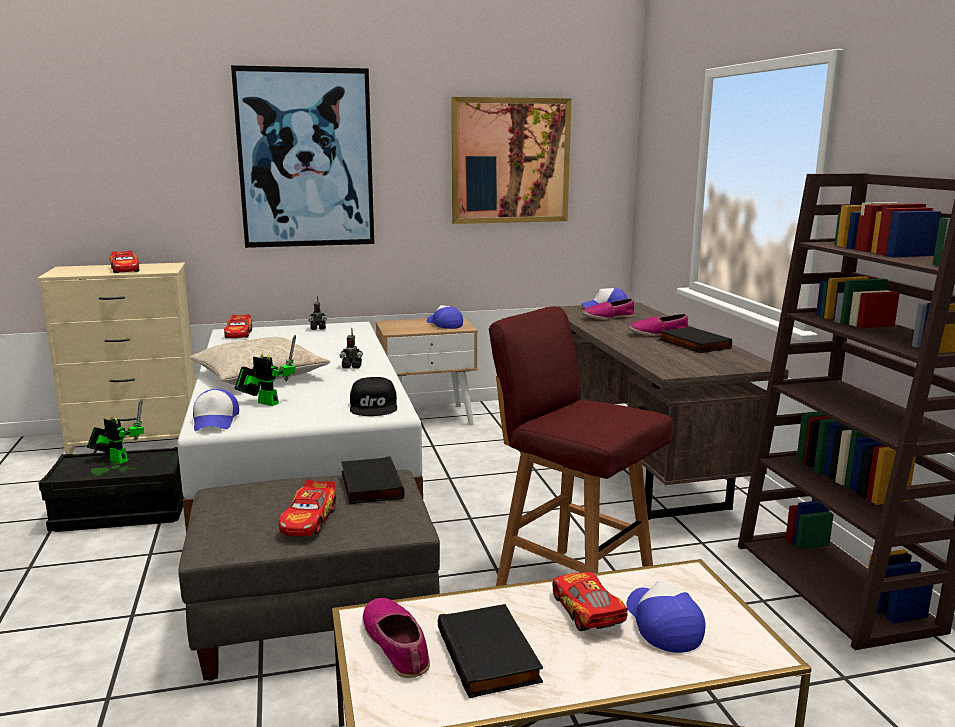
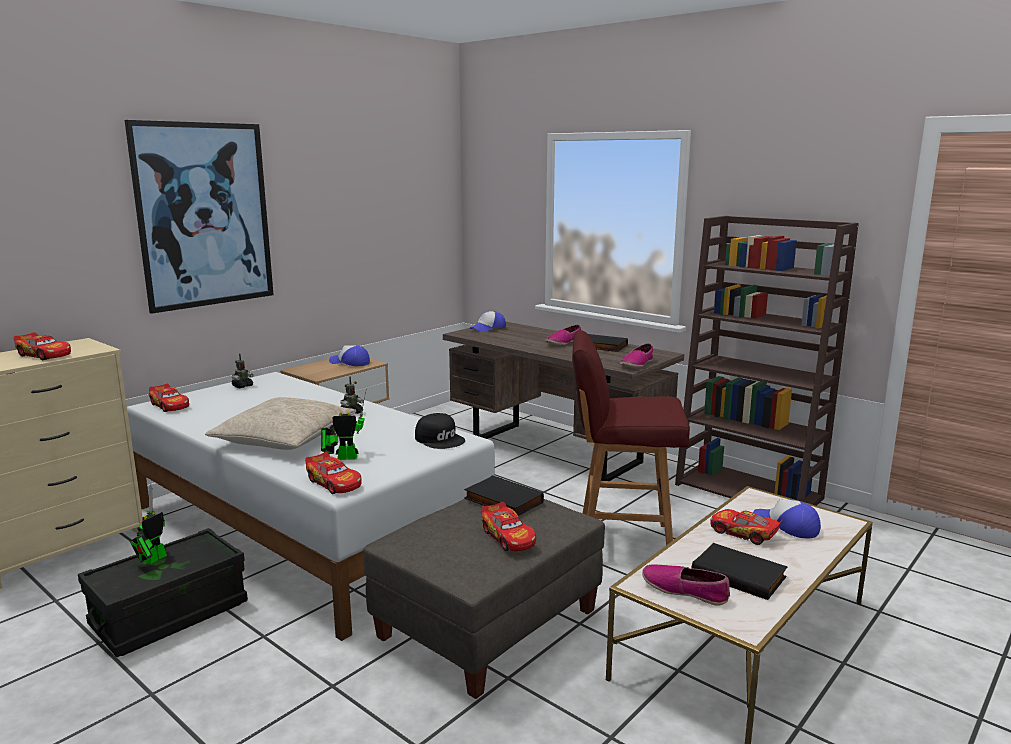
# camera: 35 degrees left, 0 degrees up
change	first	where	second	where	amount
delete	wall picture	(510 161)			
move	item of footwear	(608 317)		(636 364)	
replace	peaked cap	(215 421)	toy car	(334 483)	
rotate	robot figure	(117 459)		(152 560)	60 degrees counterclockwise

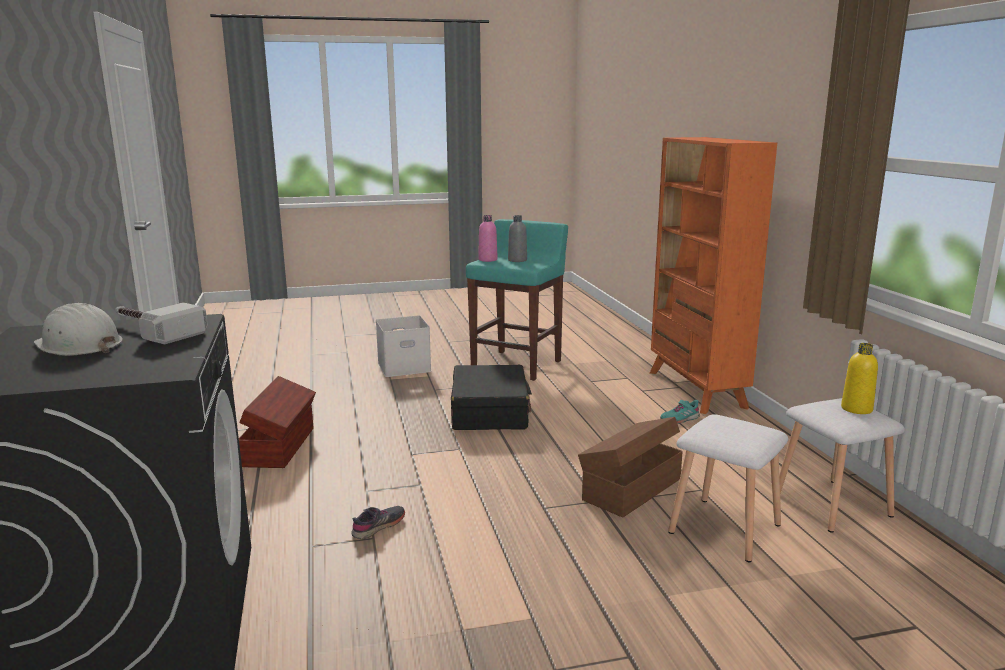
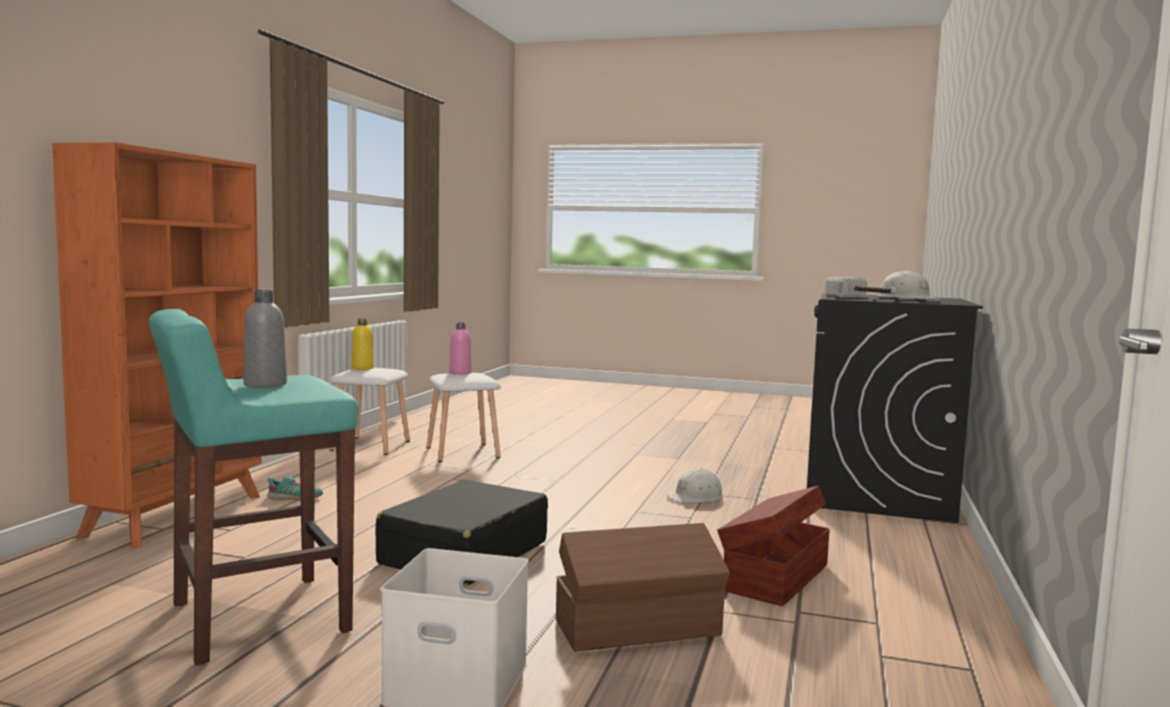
# camera: 150 degrees left, 10 degrees down
change	first	where	second	where	amount
move	bottle/pink-coloured	(488 260)		(460 373)	
move	storage bin/brownish	(630 489)		(640 629)	
replace	item of footwear/grey	(379 527)	safety helmet/whitish	(696 497)	

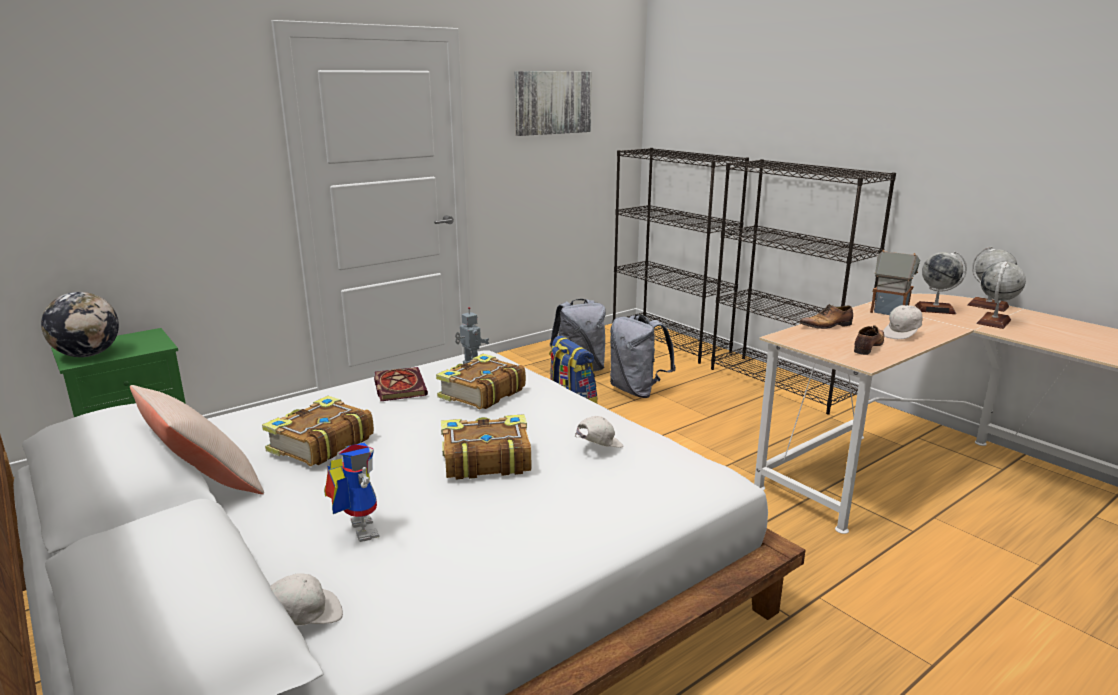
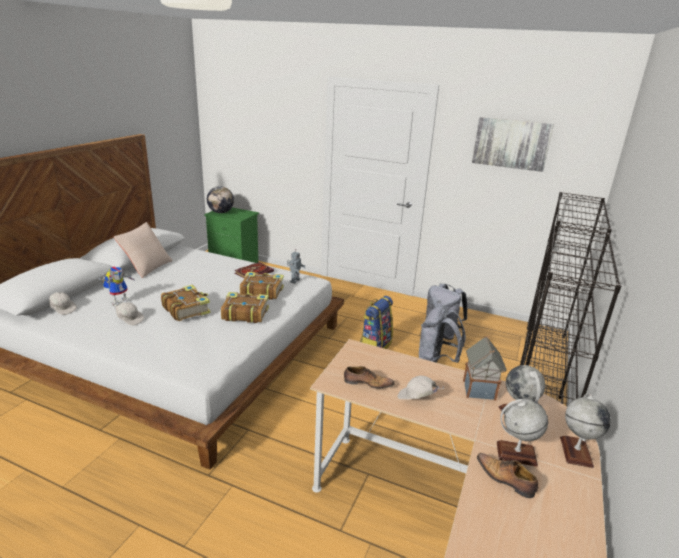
# camera: 60 degrees right, 5 degrees up
change	first	where	second	where	amount
move	item of footwear	(827 326)		(505 479)	
move	book	(319 444)		(244 313)	
move	peaked cap/whitish	(597 448)		(129 319)	

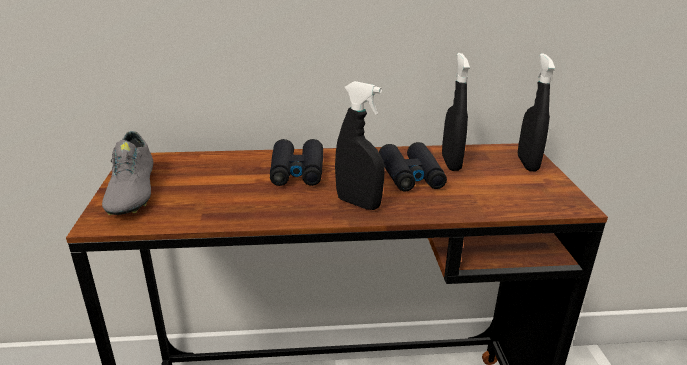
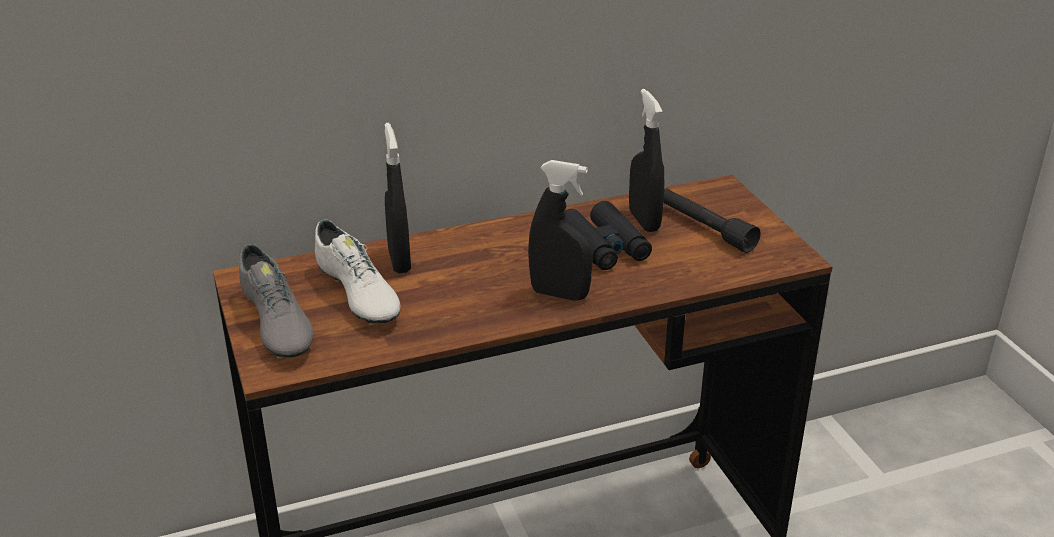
# camera: 15 degrees left, 5 degrees up
change	first	where	second	where	amount
move	hand sprayer/black	(527 163)		(399 260)	
delete	pair of binoculars/black	(297 172)			
insert			torch/black	(705 228)	
insert			item of footwear/whitish	(357 295)	

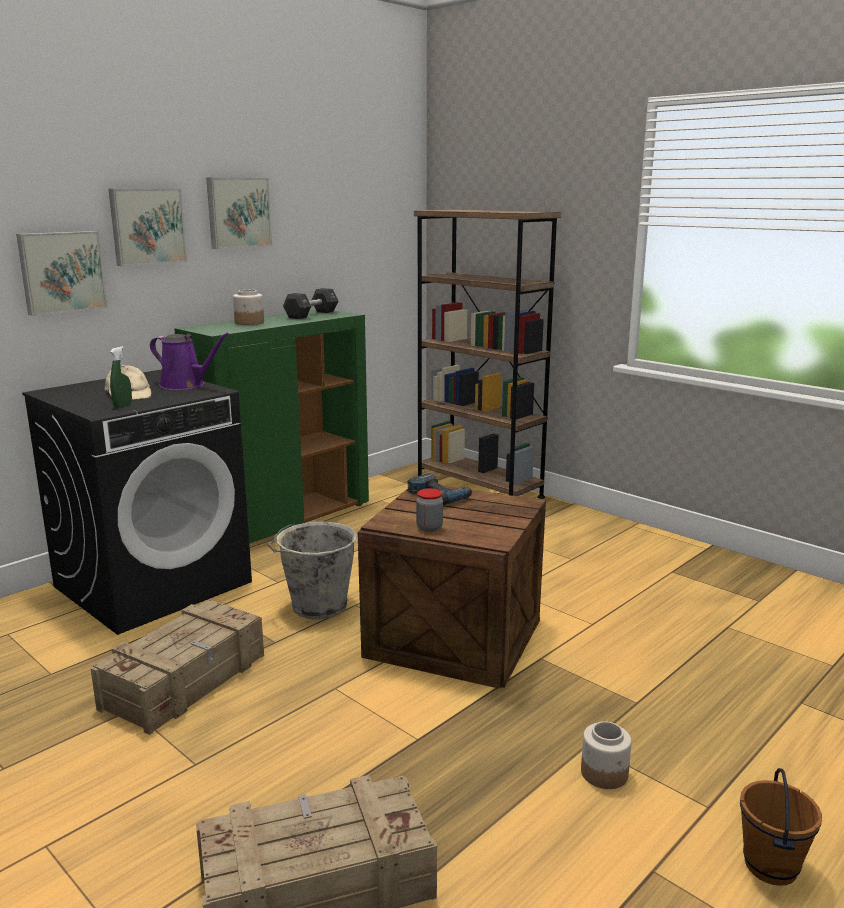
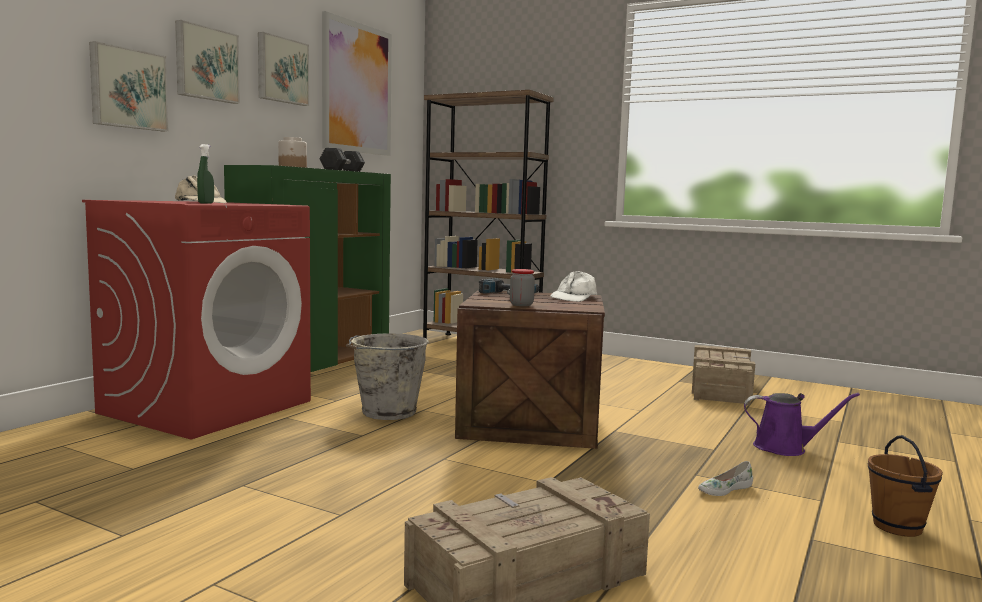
# camera: 15 degrees left, 10 degrees down
change	first	where	second	where	amount
move	sprinkling can/purple	(186 385)		(785 448)	
recolor	laundry appliance/black	(154 584)	laundry appliance/reddish	(207 406)	
move	crate	(186 681)		(721 388)	
replace	preserve jar	(605 773)	item of footwear/whitish	(724 489)	
insert			wall picture	(357 88)	
insert			peaked cap/whitish	(574 297)	

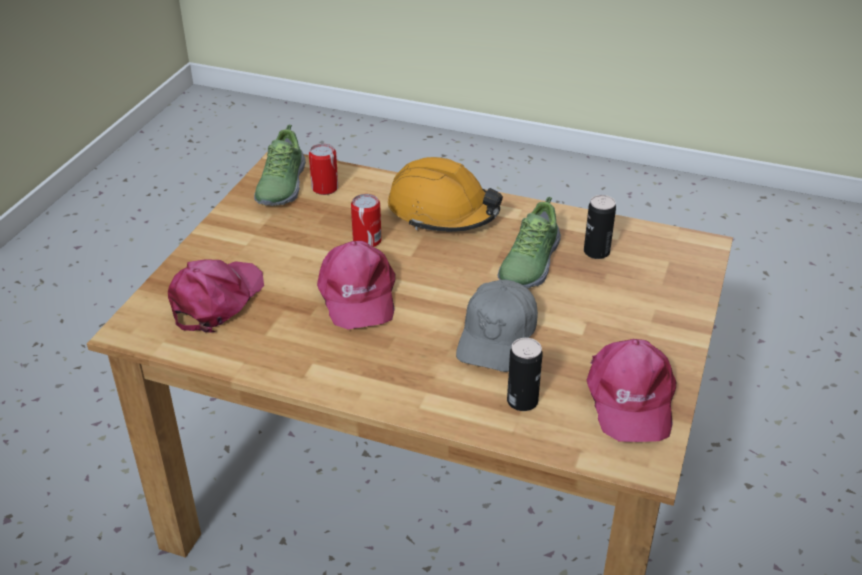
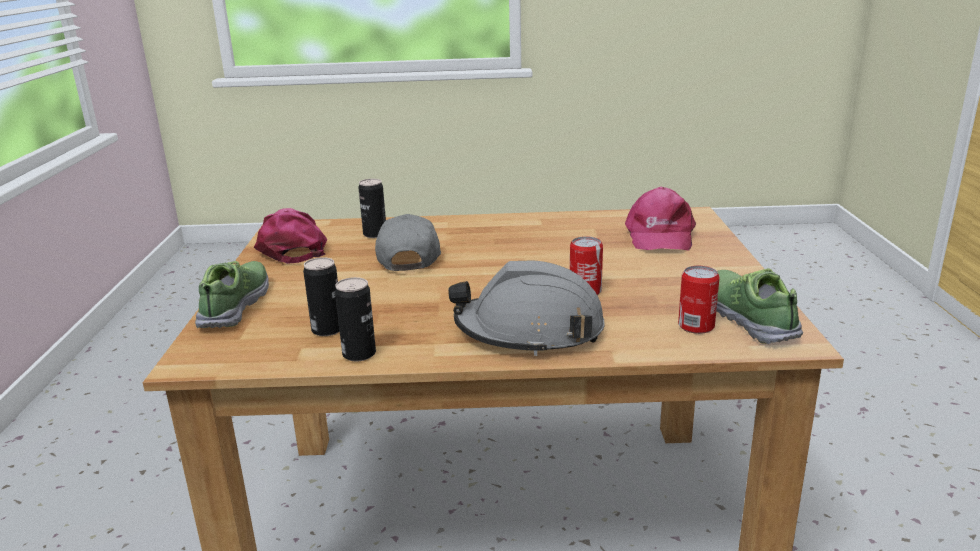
# camera: 160 degrees right, 15 degrees down
change	first	where	second	where	amount
recolor	safety helmet/orange	(443 212)	safety helmet/grey	(529 332)	
move	item of footwear	(528 263)		(236 305)	
delete	peaked cap/pink-coloured	(357 294)			
insert			can	(359 354)	

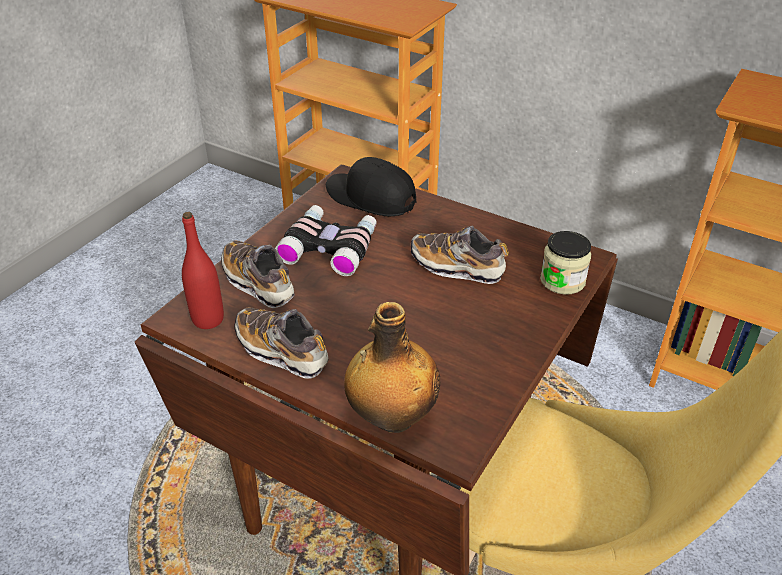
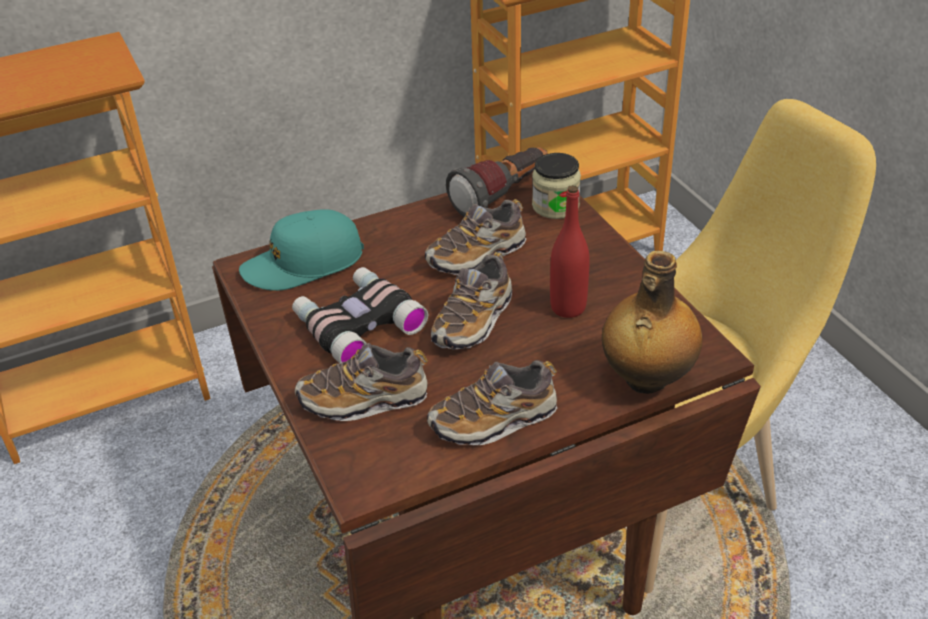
# camera: 55 degrees left, 0 degrees up
change	first	where	second	where	amount
recolor	peaked cap/black	(370 197)	peaked cap/turquoise	(303 263)	
move	bottle/reddish	(208 319)		(568 307)	
insert			torch	(502 197)	
insert			item of footwear	(473 321)	

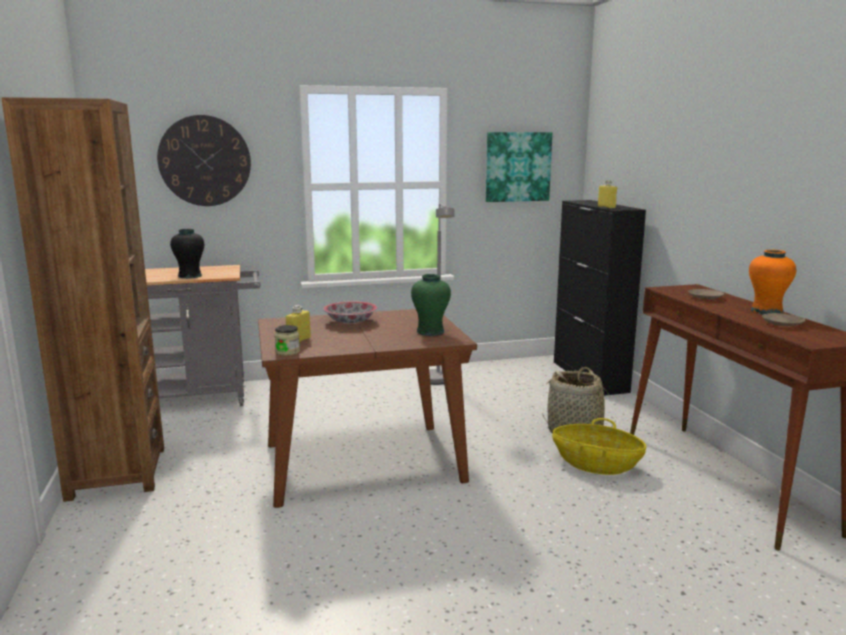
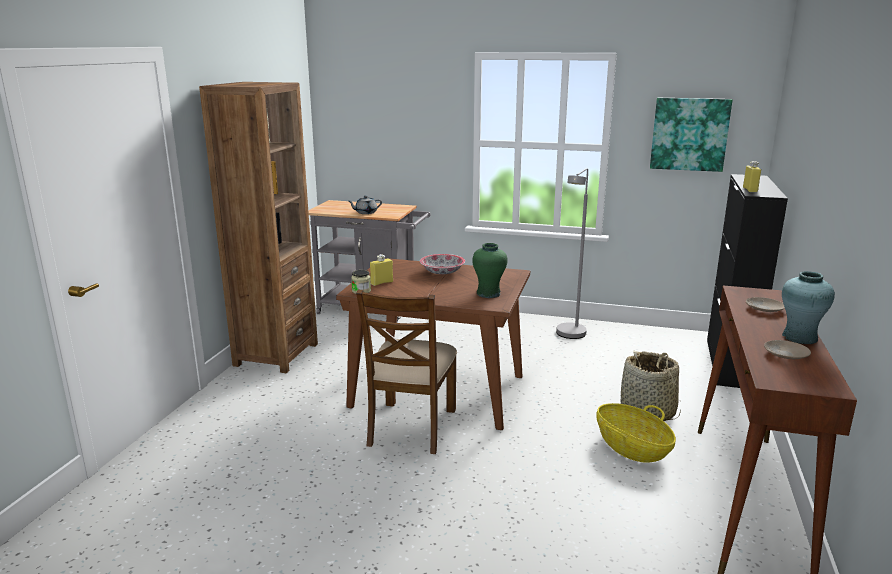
# camera: 30 degrees right, 5 degrees up
change	first	where	second	where	amount
delete	hanging clock	(205 161)			
replace	flower vase/black	(190 276)	pot for tea/grey	(365 212)	
recolor	flower vase/orange	(767 312)	flower vase/turquoise	(799 338)	
insert			plain chair/brownish	(411 427)	

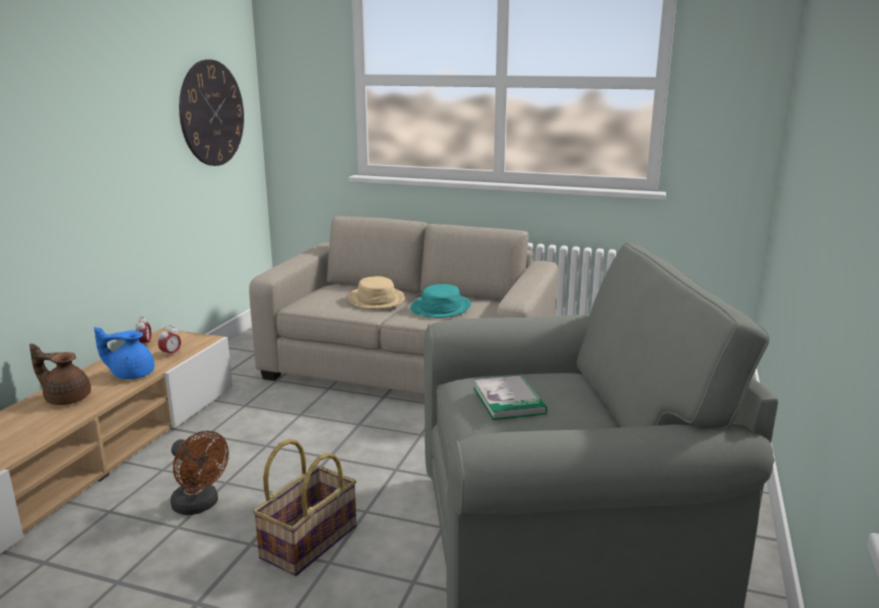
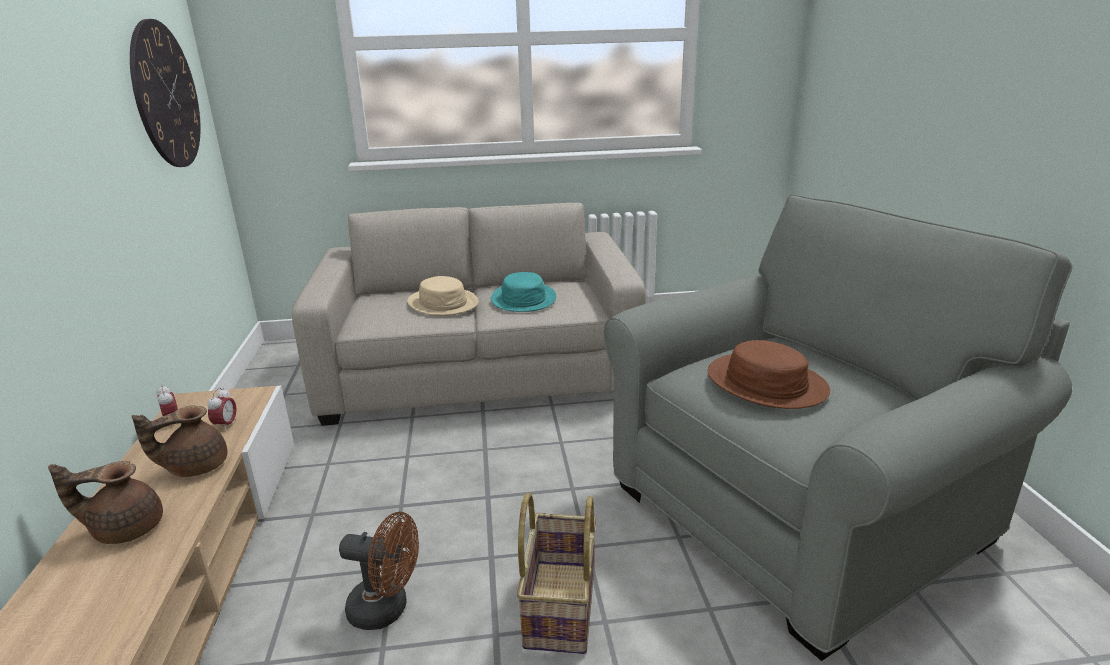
# camera: 25 degrees left, 5 degrees up
change	first	where	second	where	amount
recolor	pot for tea/bluish	(131 374)	pot for tea/brownish	(195 467)	
replace	book	(508 400)	clothing hat/brownish	(766 383)	

